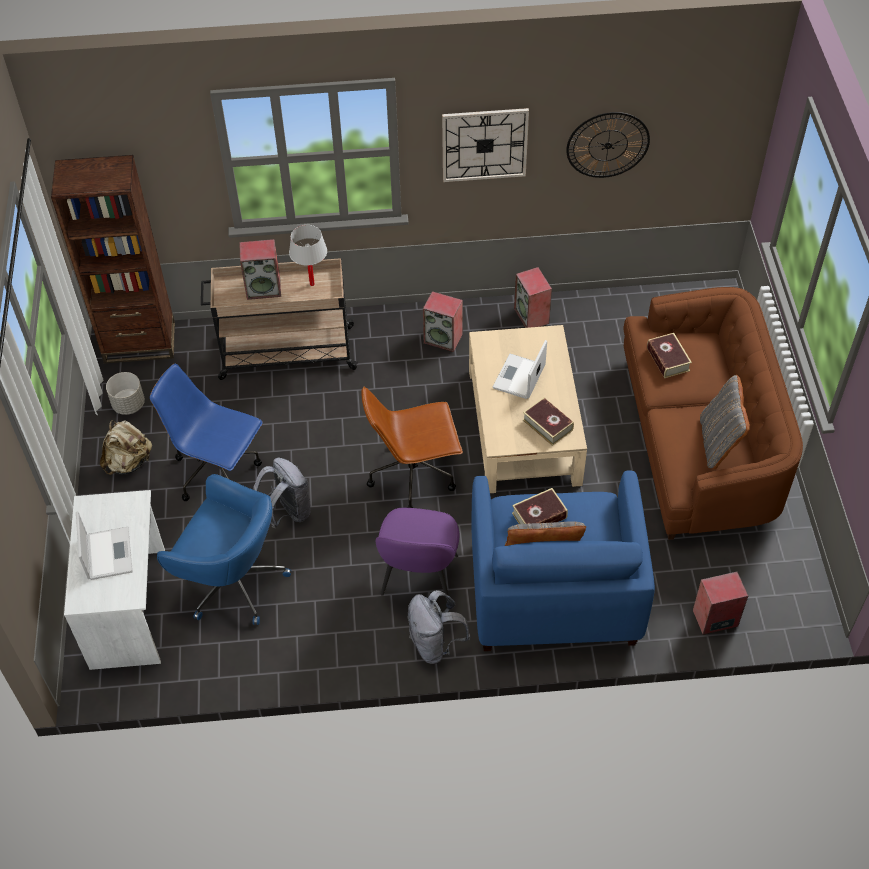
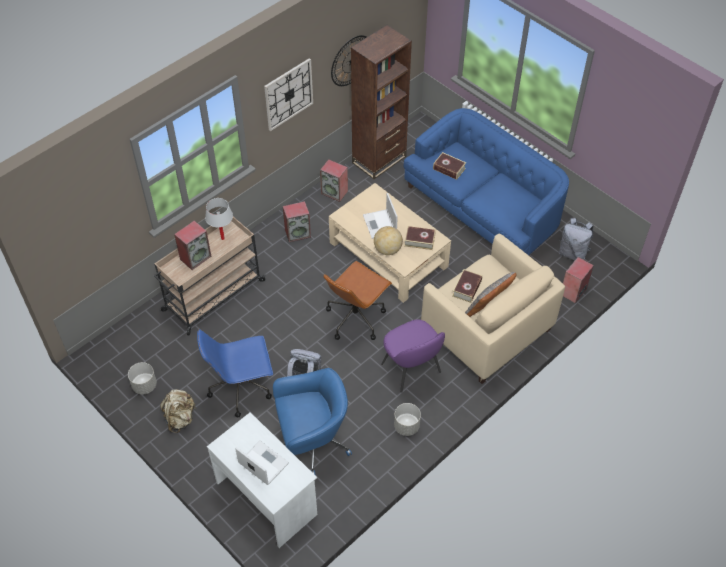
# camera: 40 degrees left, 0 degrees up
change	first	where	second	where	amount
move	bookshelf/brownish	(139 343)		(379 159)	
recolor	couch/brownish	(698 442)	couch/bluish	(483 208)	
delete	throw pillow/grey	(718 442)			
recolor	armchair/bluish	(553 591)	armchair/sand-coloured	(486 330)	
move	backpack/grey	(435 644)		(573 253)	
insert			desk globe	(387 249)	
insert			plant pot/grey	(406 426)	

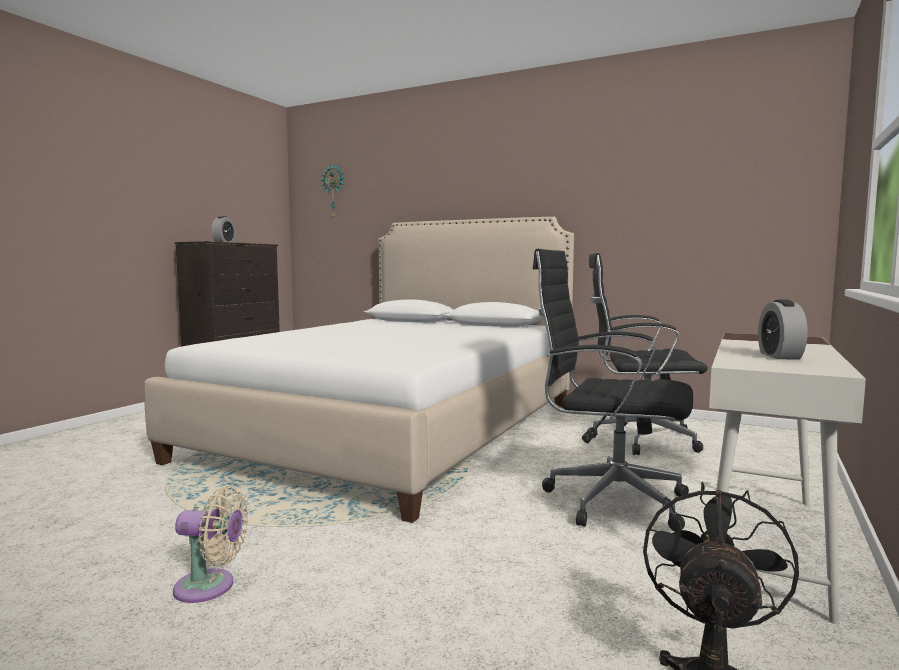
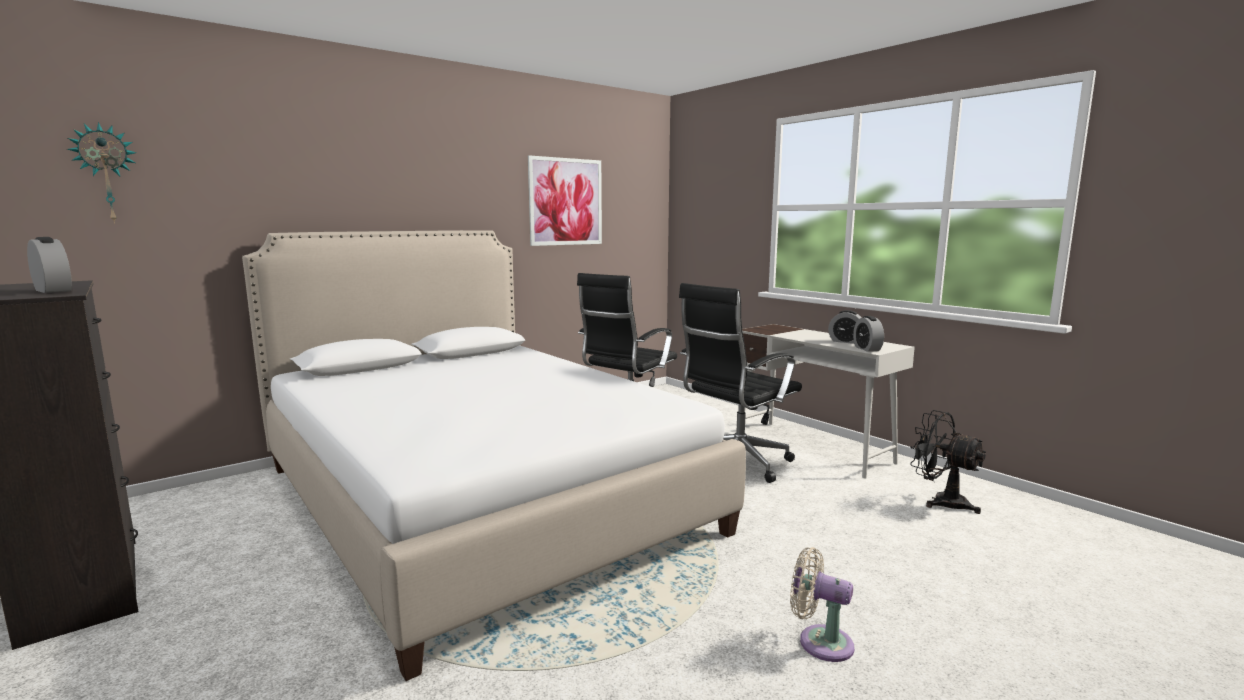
# camera: 65 degrees left, 5 degrees up
change	first	where	second	where	amount
rotate	fan/sand-coloured	(210 587)		(820 641)	90 degrees counterclockwise
insert			wall picture	(565 202)	
insert			table clock	(867 349)	

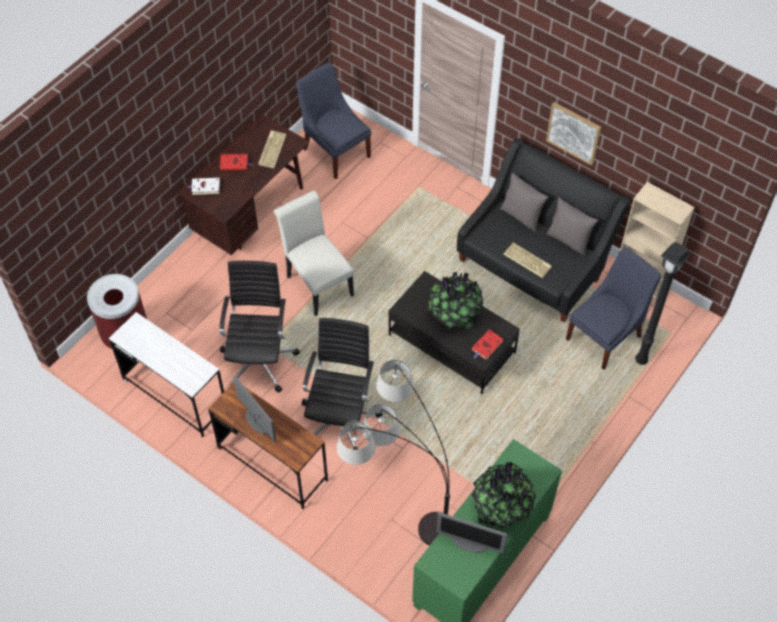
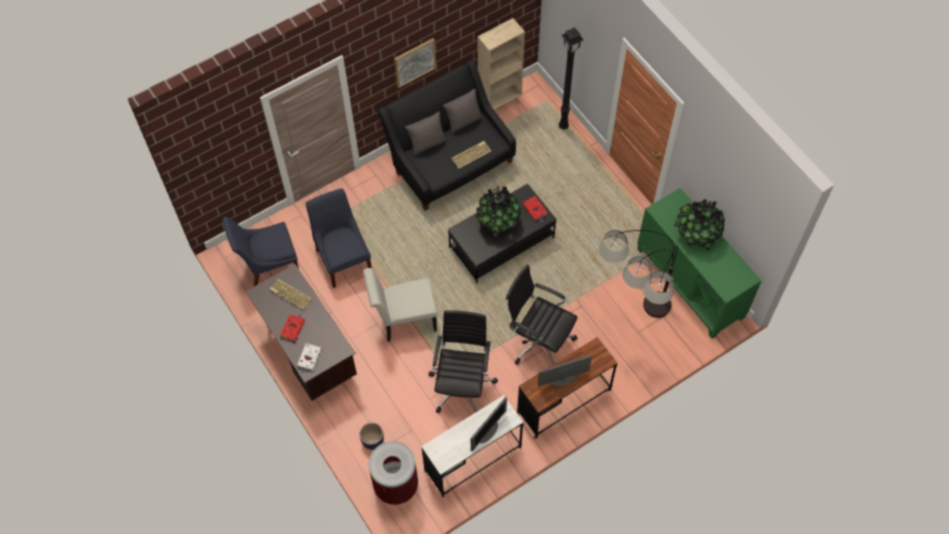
# camera: 70 degrees left, 5 degrees up
change	first	where	second	where	amount
move	plain chair/bluish	(606 336)		(343 258)	
rotate	computer chair/black	(259 359)		(462 385)	75 degrees clockwise
move	monitor	(469 543)		(488 432)	
insert			plant pot	(372 441)	

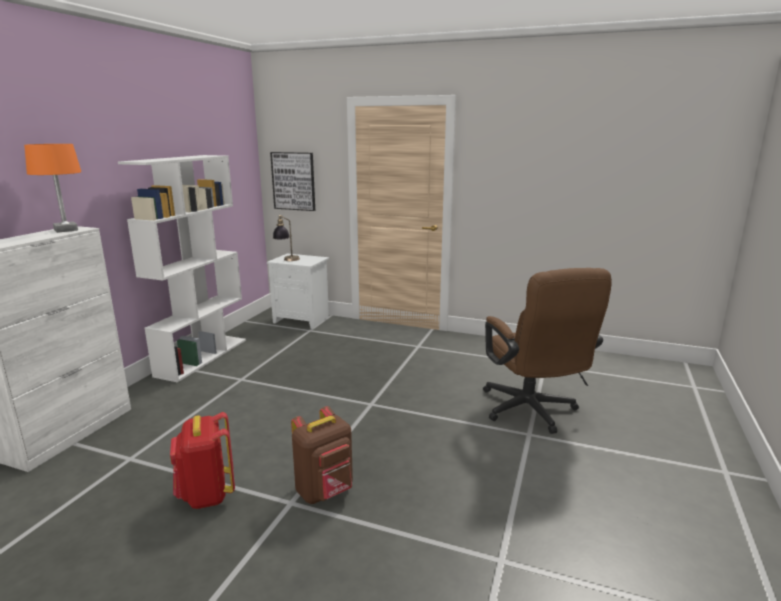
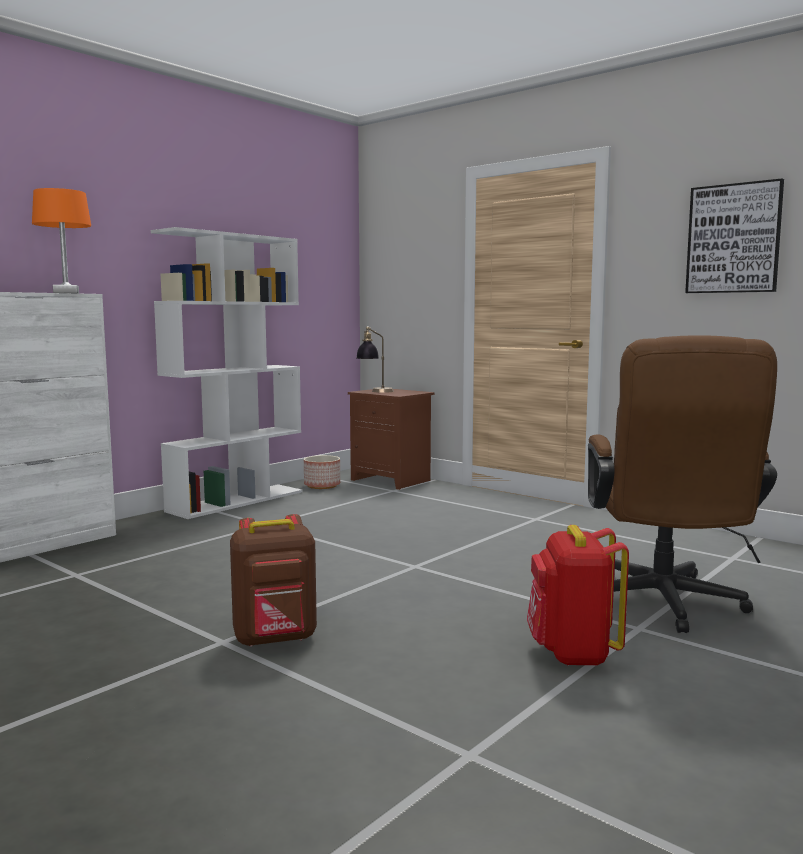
# camera: 20 degrees right, 10 degrees down
change	first	where	second	where	amount
move	wall picture	(293 181)		(733 239)	
recolor	bedside table/whitish	(303 320)	bedside table/brownish	(392 480)	
move	backpack/reddish	(206 495)		(572 654)	
insert			plant pot	(322 486)	

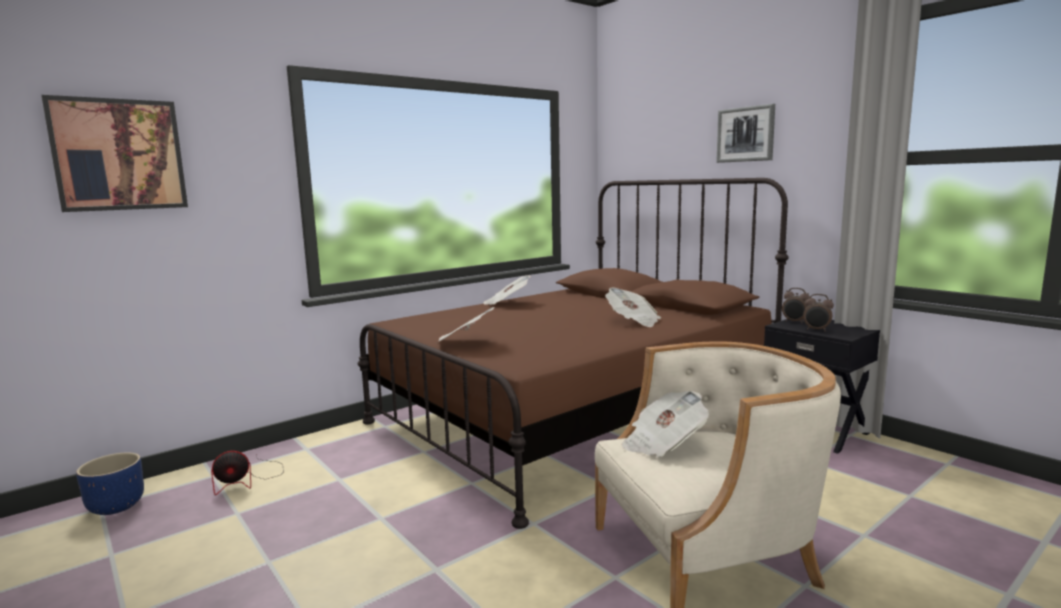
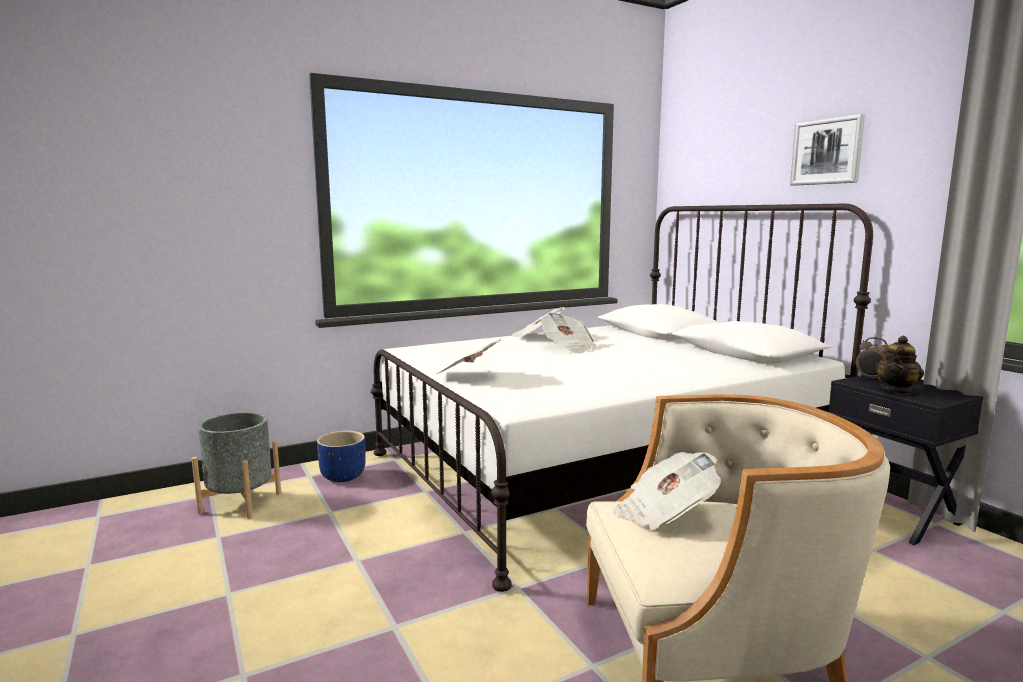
# camera: 10 degrees right, 0 degrees up
change	first	where	second	where	amount
delete	wall picture	(119 155)			
recolor	sleeping bed/brownish	(573 415)	sleeping bed/whitish	(600 466)	
move	newspaper	(633 321)		(567 348)	
replace	table clock	(816 330)	pot for tea	(897 390)	
replace	fan	(247 480)	plant pot/grey	(240 503)	
move	plant pot/bluish	(117 506)		(343 476)	

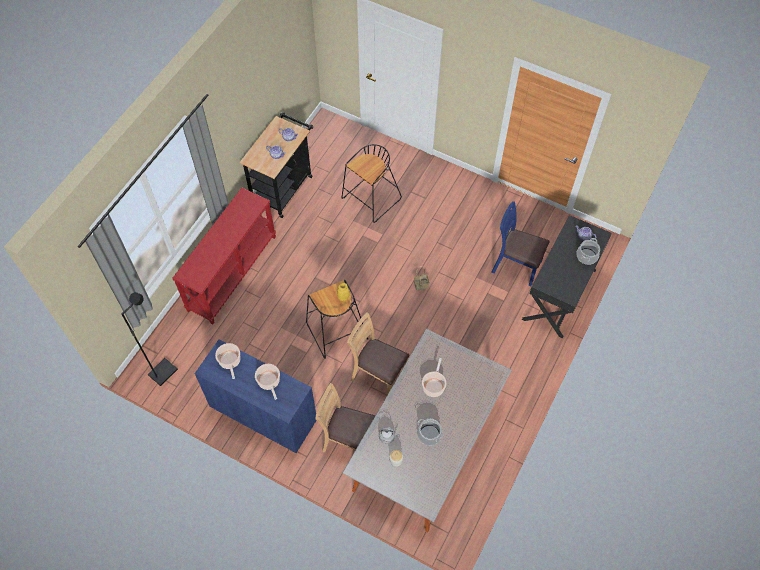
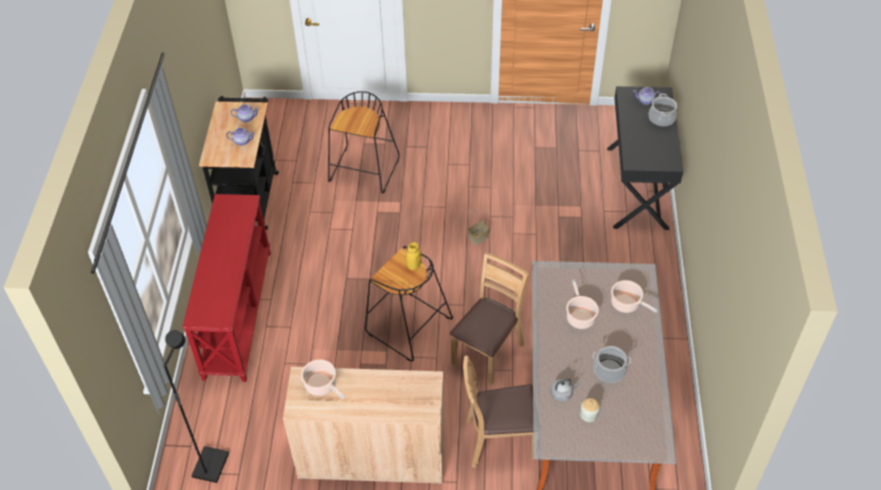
# camera: 25 degrees left, 10 degrees down
change	first	where	second	where	amount
delete	plain chair/bluish	(516 266)			
rotate	plain chair/brownish	(378 375)		(488 353)	120 degrees clockwise
recolor	cupboard/bluish	(263 413)	cupboard/sand-coloured	(372 456)	
move	saucepot	(269 382)		(627 304)	

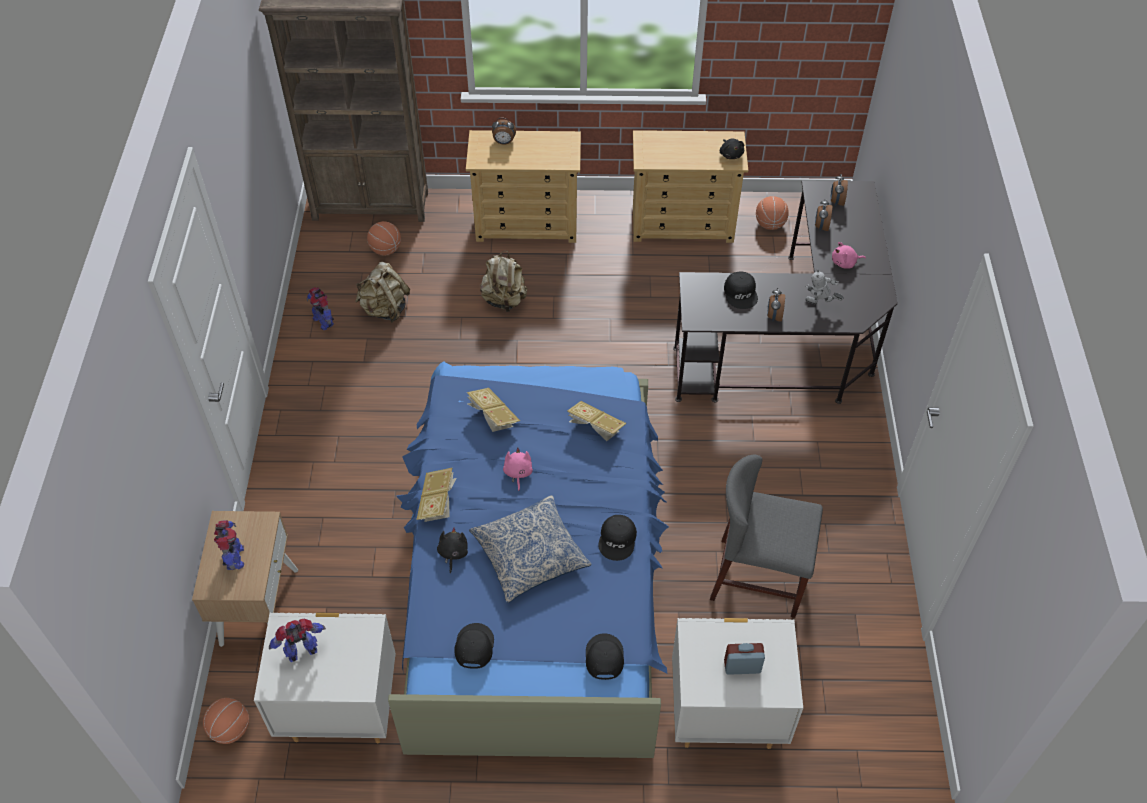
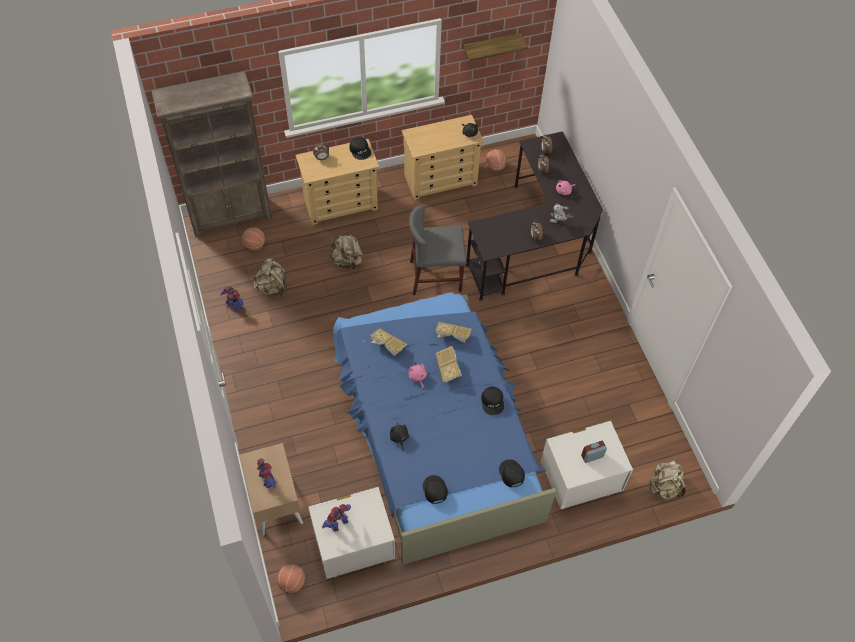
# camera: 20 degrees left, 5 degrees up
change	first	where	second	where	amount
move	peaked cap/black	(741 293)		(360 150)	
move	plain chair/grey	(758 577)		(435 276)	
move	book	(438 503)		(448 369)	
delete	throw pillow	(530 554)			
insert			wall shelf	(491 47)	
insert			backpack/sand-coloured	(664 487)	

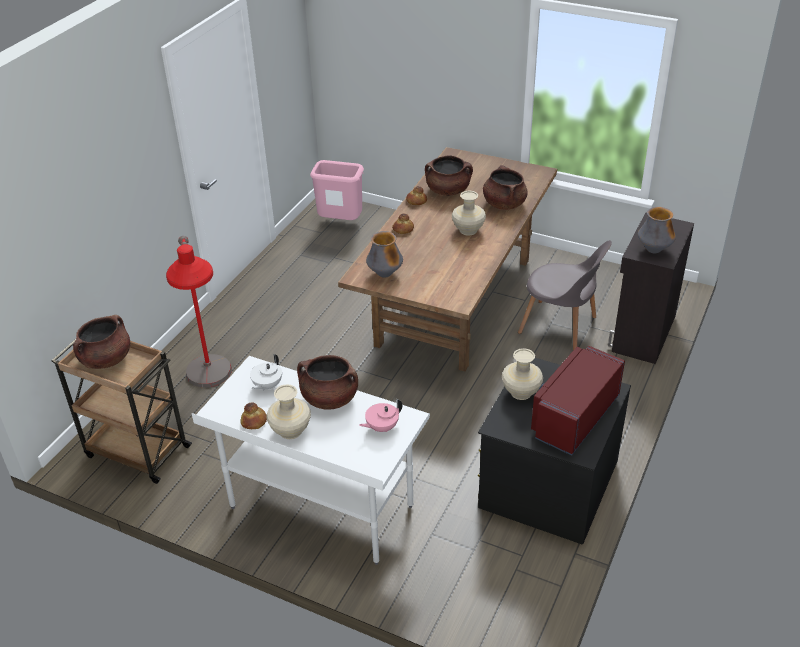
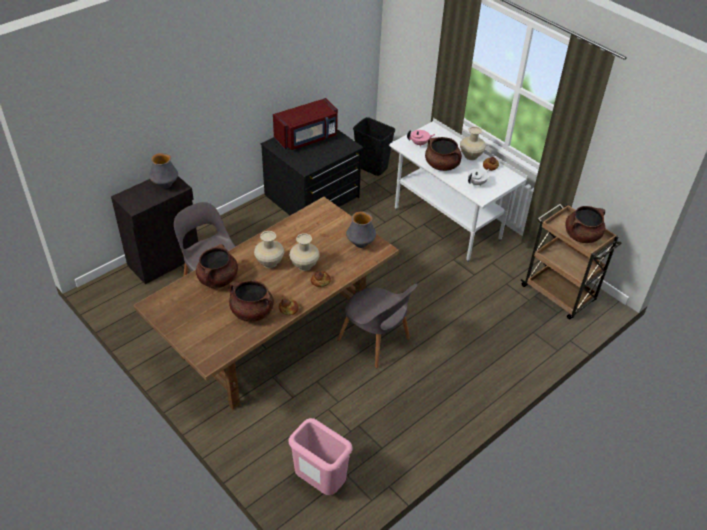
# camera: 160 degrees left, 5 degrees up
change	first	where	second	where	amount
delete	floor lamp/reddish	(213 393)			
move	flower vase/sand-coloured	(520 392)		(304 265)	
insert			rubbish bin/black	(372 167)	
insert			plain chair/grey	(375 341)	

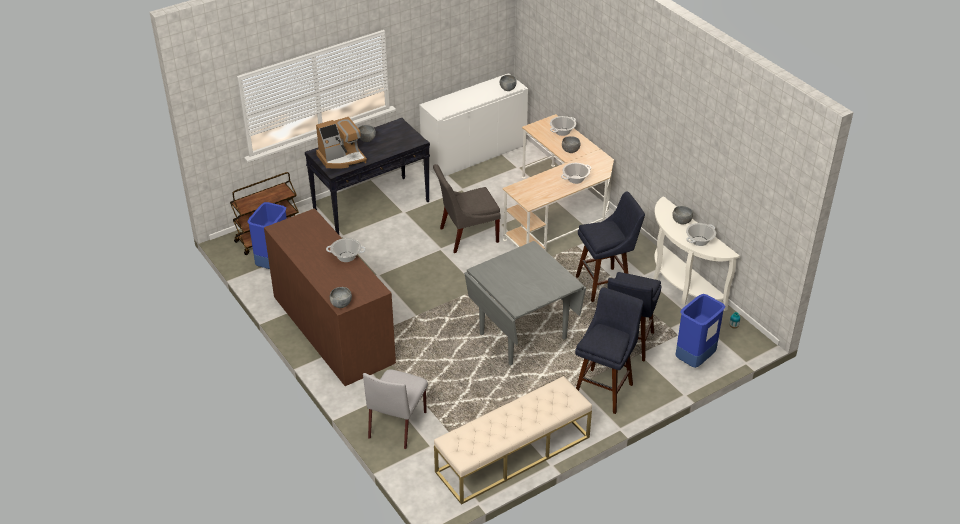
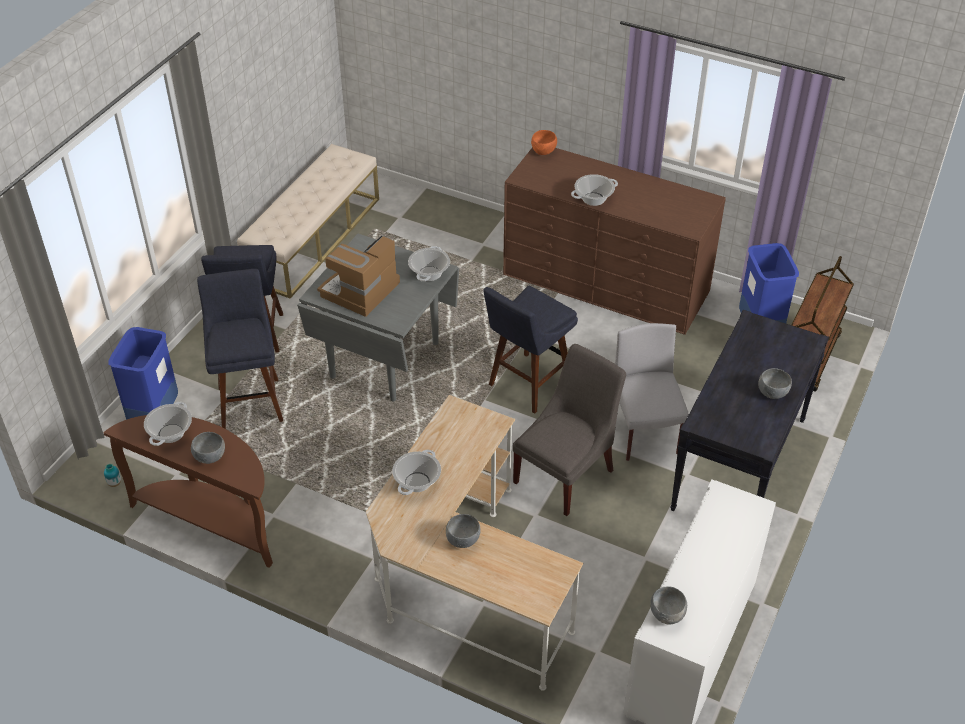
# camera: 150 degrees right, 5 degrees up
change	first	where	second	where	amount
move	saucepot	(562 132)		(429 273)	
move	coffee maker	(342 158)		(360 290)	
move	stool seat/bluish	(606 284)		(526 385)	
recolor	console table/whitish	(680 285)	console table/brownish	(212 520)	
recolor	serving bowl/grey	(341 304)	serving bowl/orange	(544 151)	
move	plain chair/grey	(398 424)		(644 433)	

